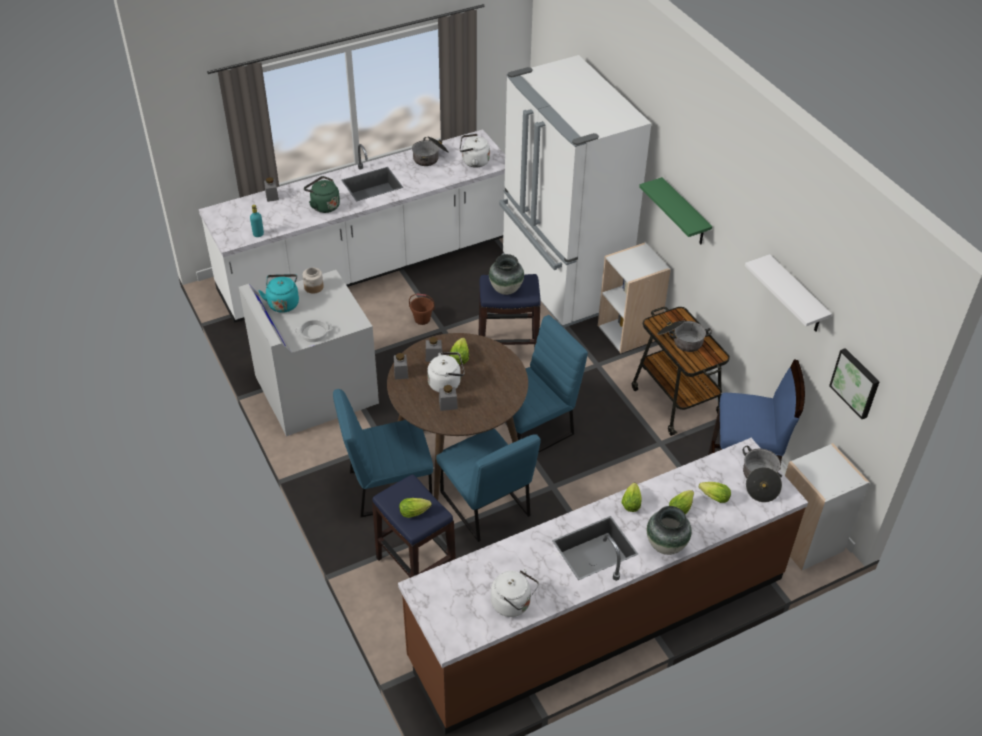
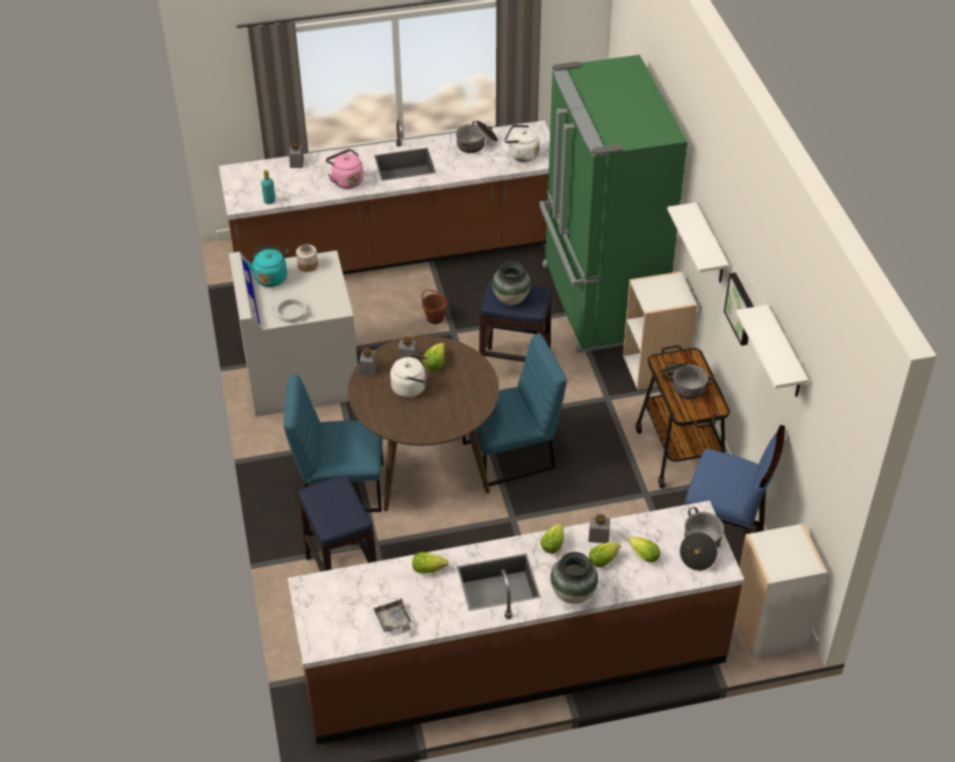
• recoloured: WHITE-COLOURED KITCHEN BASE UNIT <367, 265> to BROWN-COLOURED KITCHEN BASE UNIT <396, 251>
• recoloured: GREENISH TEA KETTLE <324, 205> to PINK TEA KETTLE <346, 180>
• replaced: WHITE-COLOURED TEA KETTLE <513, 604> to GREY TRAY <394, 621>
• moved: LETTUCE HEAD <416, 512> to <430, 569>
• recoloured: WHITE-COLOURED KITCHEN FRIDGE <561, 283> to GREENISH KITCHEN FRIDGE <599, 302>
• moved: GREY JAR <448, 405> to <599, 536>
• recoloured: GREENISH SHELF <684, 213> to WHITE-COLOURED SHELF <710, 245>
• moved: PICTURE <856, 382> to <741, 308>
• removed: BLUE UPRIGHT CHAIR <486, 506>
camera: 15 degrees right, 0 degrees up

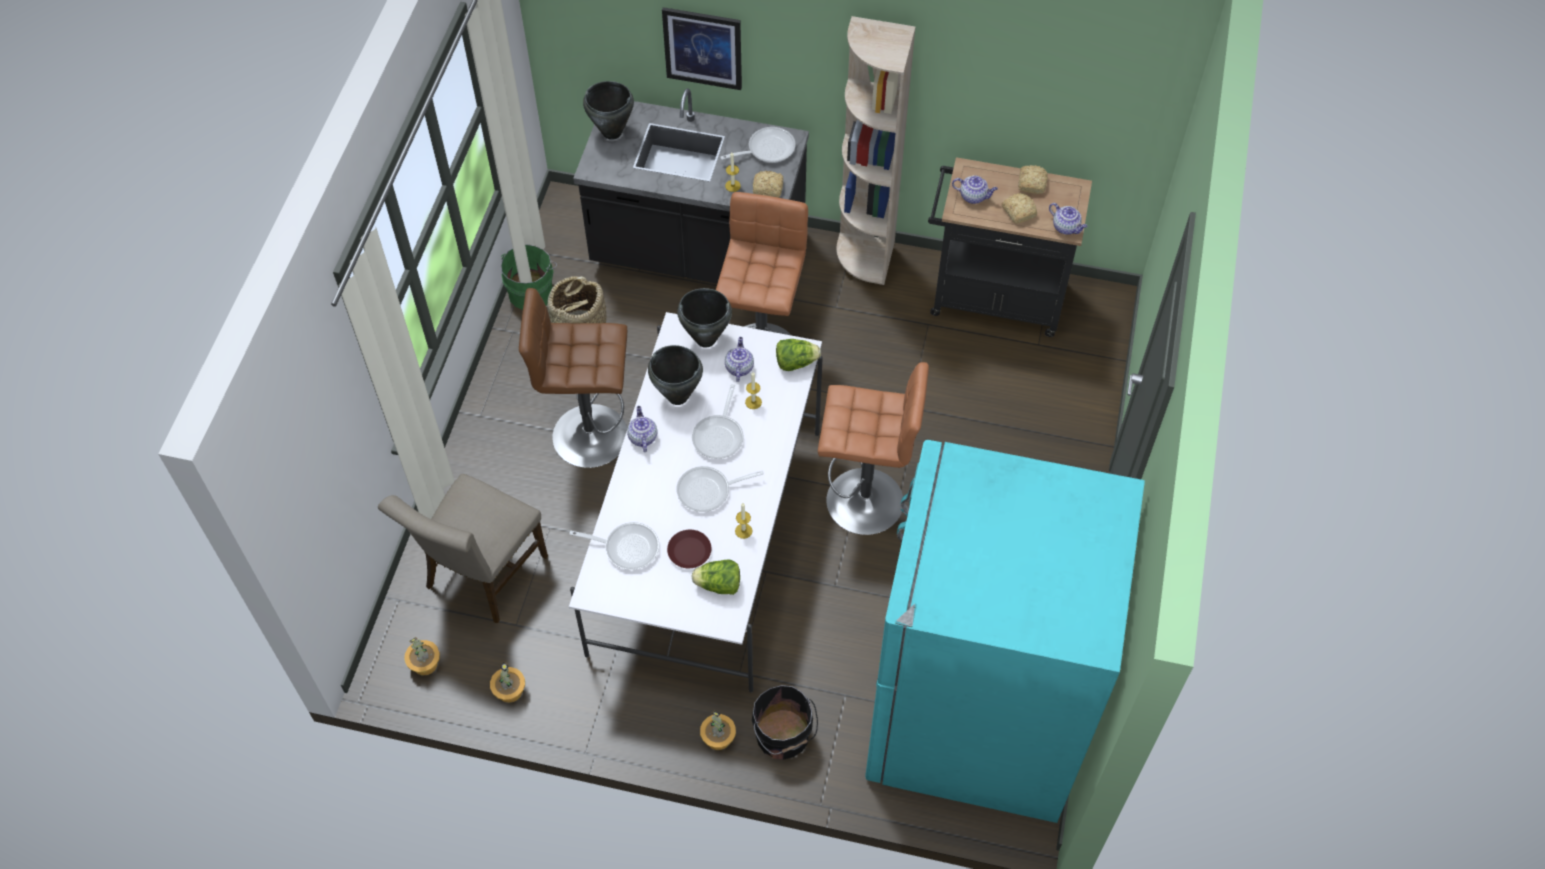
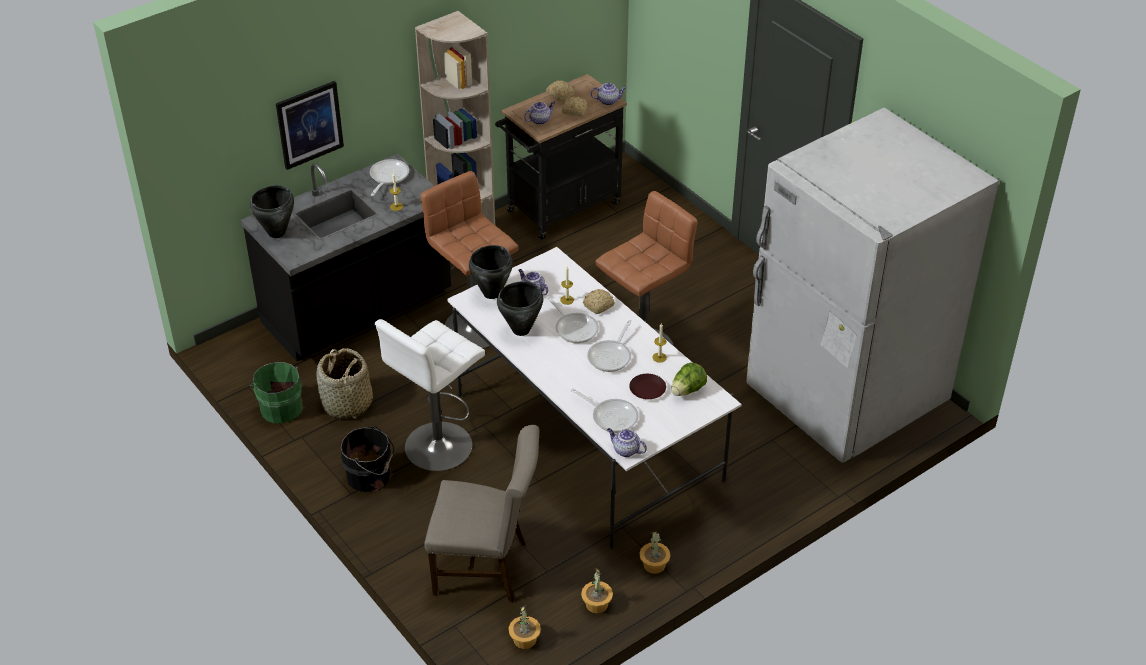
• moved: BLACK BUCKET <783, 737> to <370, 476>
• recoloured: BROWN-COLOURED STOOL <589, 435> to WHITE-COLOURED STOOL <437, 446>
• turned: SAND-COLOURED UPRIGHT CHAIR <482, 577> = <487, 568> 60 degrees counterclockwise
• turned: PAN <627, 547> = <611, 416> 75 degrees clockwise
• moved: BAKERY BREAD <769, 189> to <599, 305>
• moved: TEAPOT <642, 437> to <625, 450>
• moved: HOUSEPLANT <718, 738> to <654, 565>
• recoloured: TURQUOISE KITCHEN FRIDGE <974, 720> to WHITE-COLOURED KITCHEN FRIDGE <847, 394>
• removed: LETTUCE HEAD <796, 362>
camera: 50 degrees left, 15 degrees down

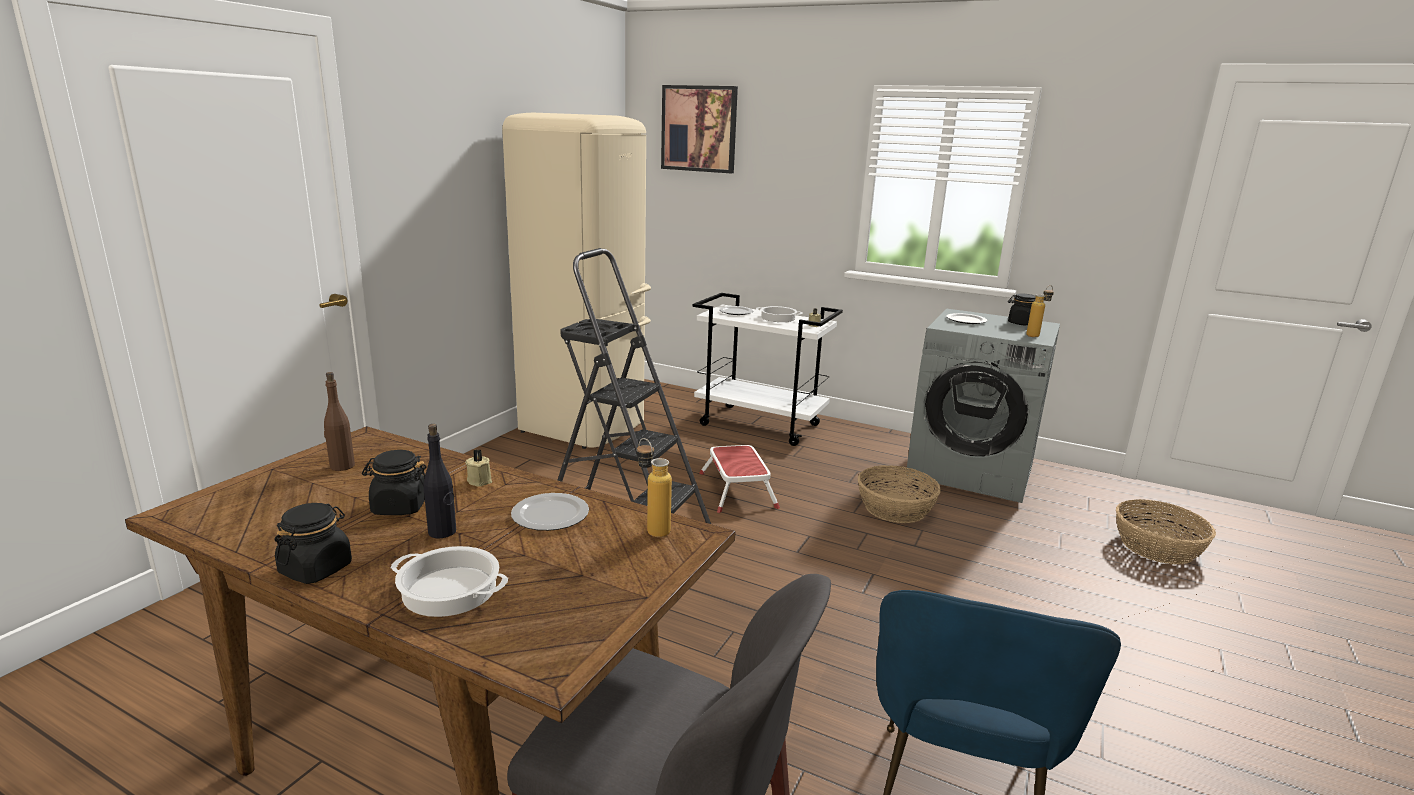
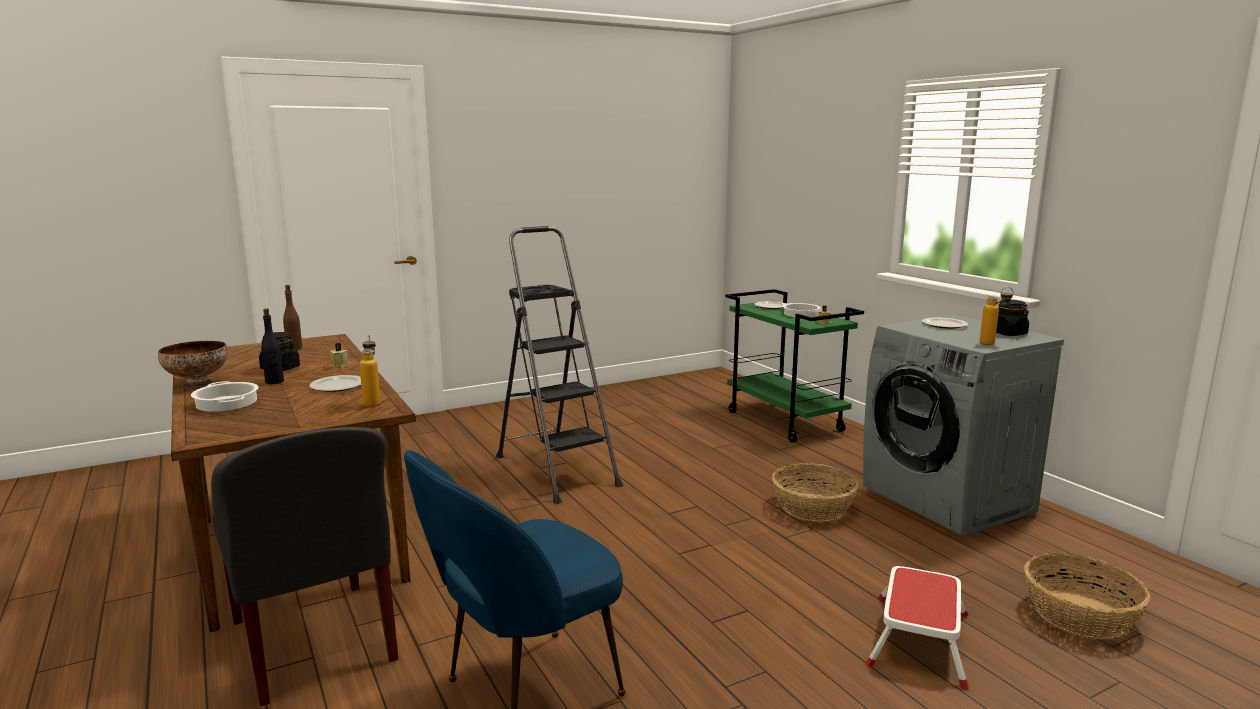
• replaced: BLACK JAR <316, 569> to BOWL <197, 383>
• recoloured: WHITE-COLOURED WHEELED CART <761, 425> to GREENISH WHEELED CART <786, 421>
• moved: REDDISH STEP STOOL <737, 490> to <918, 639>
• removed: SAND-COLOURED KITCHEN FRIDGE <587, 426>
• removed: PICTURE <699, 129>
camera: 35 degrees right, 5 degrees down

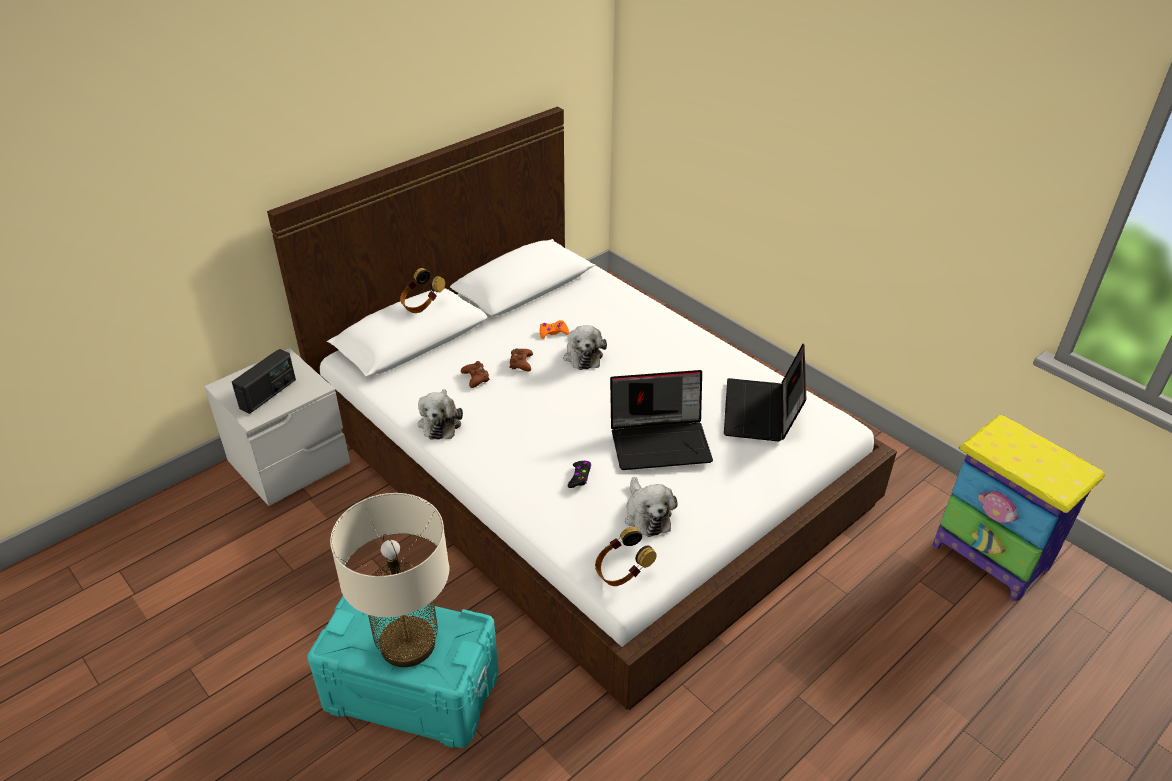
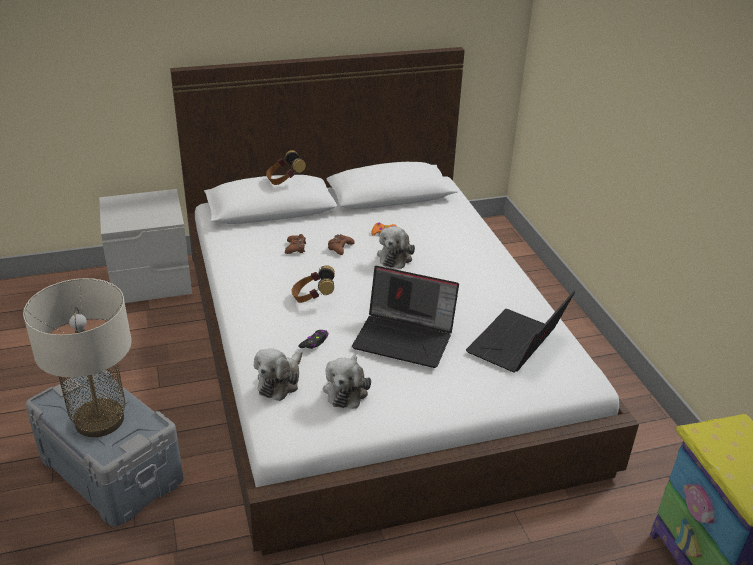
• recoloured: TURQUOISE STORAGE CONTAINER <411, 692> to GREY STORAGE CONTAINER <110, 470>
• moved: CUDDLY TOY <440, 422> to <280, 381>
• moved: HEADSET <622, 572> to <313, 298>
• removed: RADIO <268, 394>
camera: 25 degrees right, 5 degrees down

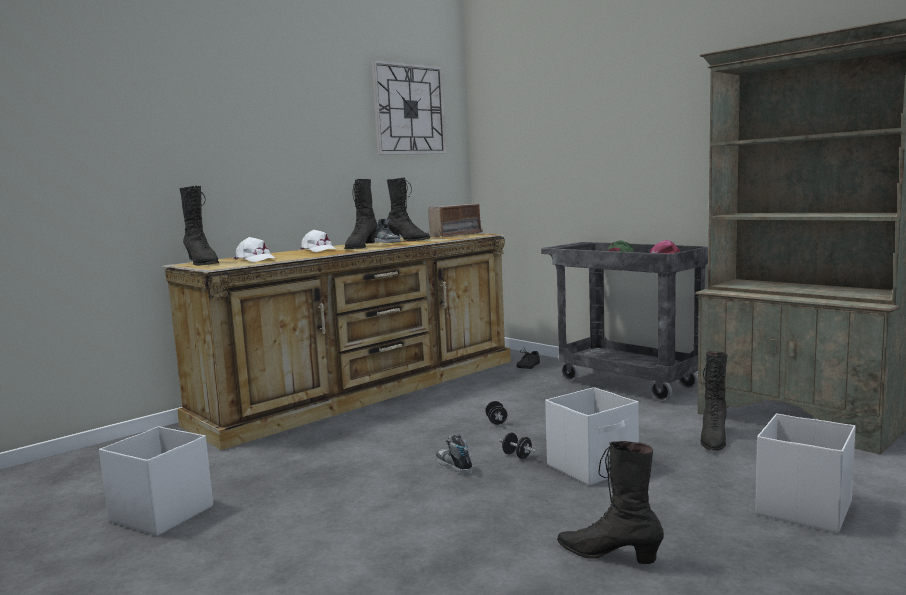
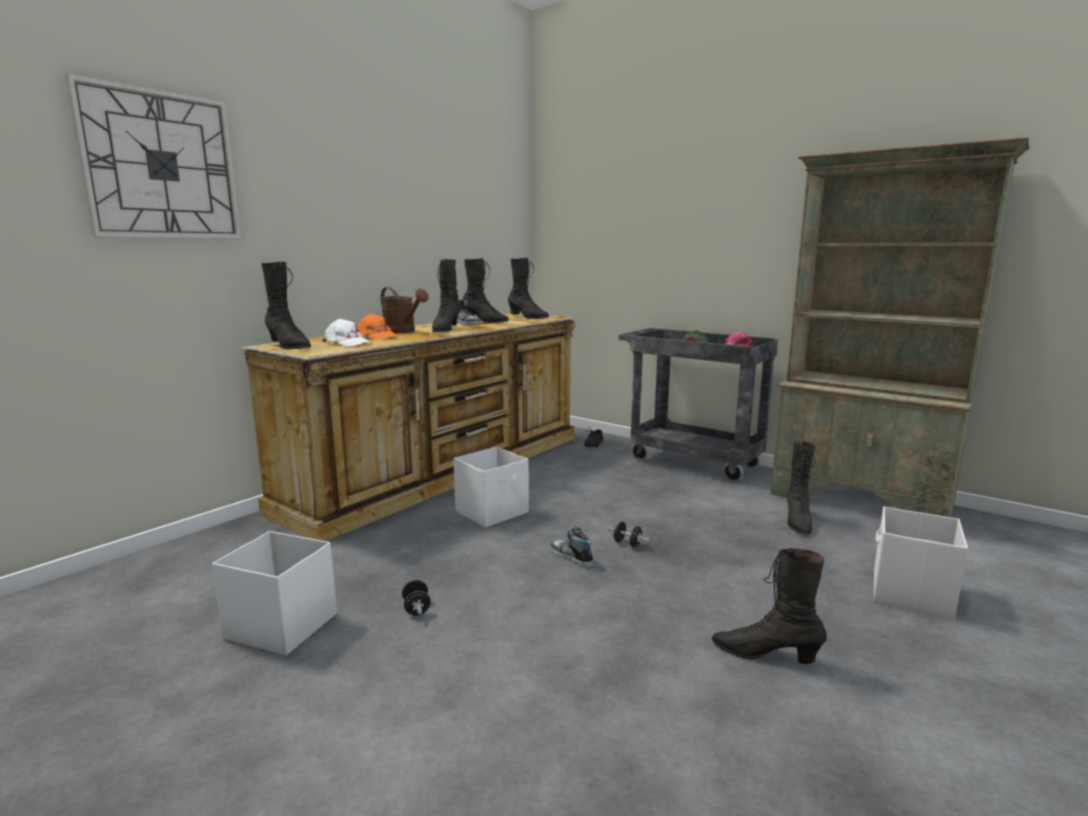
• moved: HANGING CLOCK <409, 109> to <161, 165>
• added: ORANGE-COLOURED BASEBALL CAP <377, 336>
• replaced: WHITE-COLOURED BASEBALL CAP <318, 250> to BROWN-COLOURED WATERING CAN <403, 332>
• moved: BLACK FREE WEIGHT <496, 421> to <416, 609>
• moved: WHITE-COLOURED STORAGE CONTAINER <593, 467> to <493, 512>
• replaced: RADIO <456, 235> to BLACK HIGH-TOP BOOT <528, 317>
camera: 10 degrees left, 5 degrees up

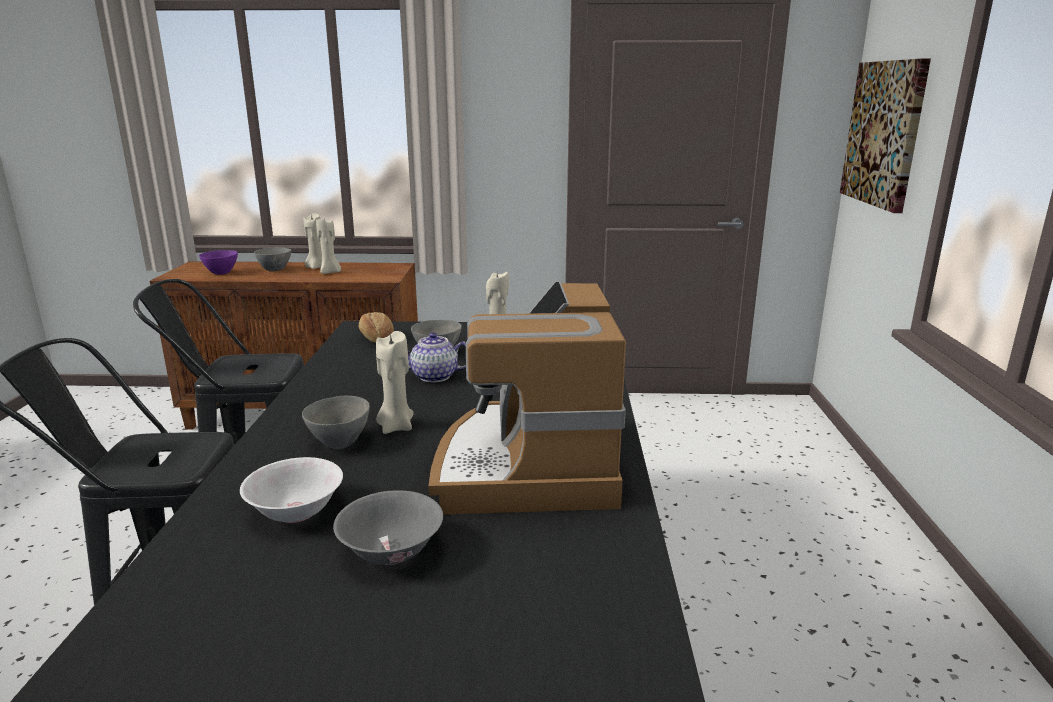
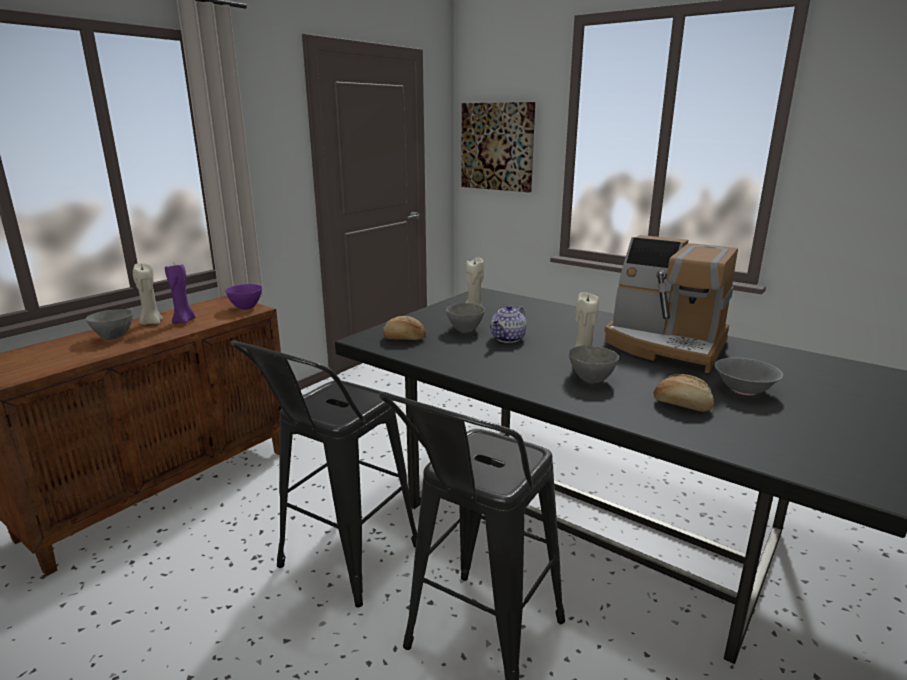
• recoloured: SAND-COLOURED WAX LIGHT <330, 272> to PURPLE-COLOURED WAX LIGHT <184, 321>
• moved: PURPLE-COLOURED BOWL <221, 273> to <246, 308>
• replaced: WHITE-COLOURED BOWL <296, 512> to BAKERY BREAD <682, 405>
camera: 55 degrees left, 0 degrees up

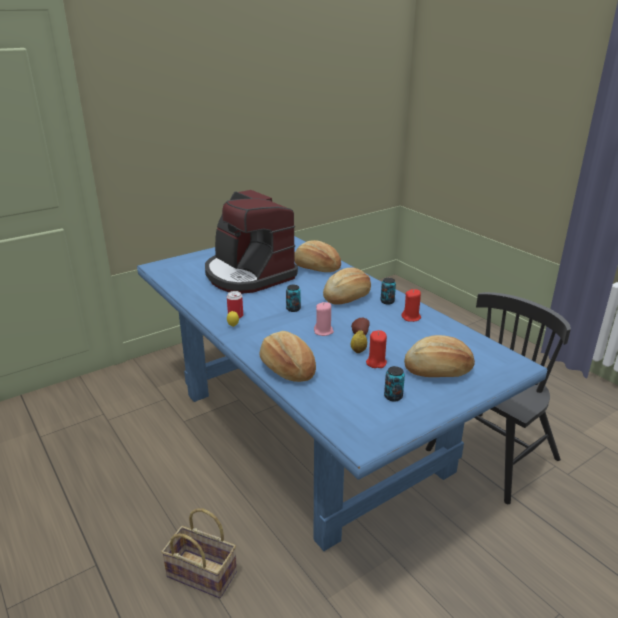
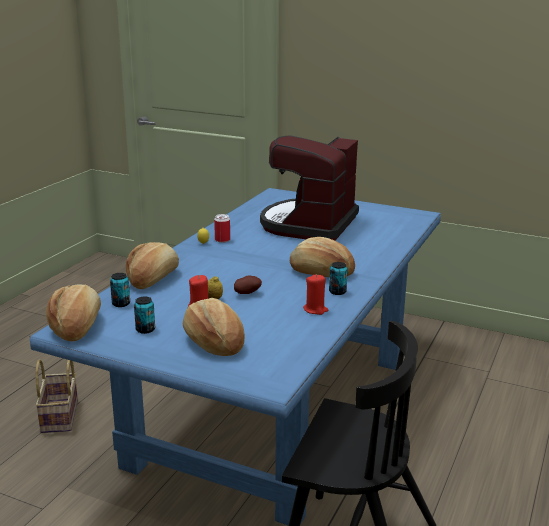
• moved: BAKERY BREAD <316, 267> to <77, 326>
• moved: METAL CAN <293, 309> to <121, 303>
• removed: PINK WAX LIGHT <323, 331>
camera: 60 degrees right, 5 degrees down

